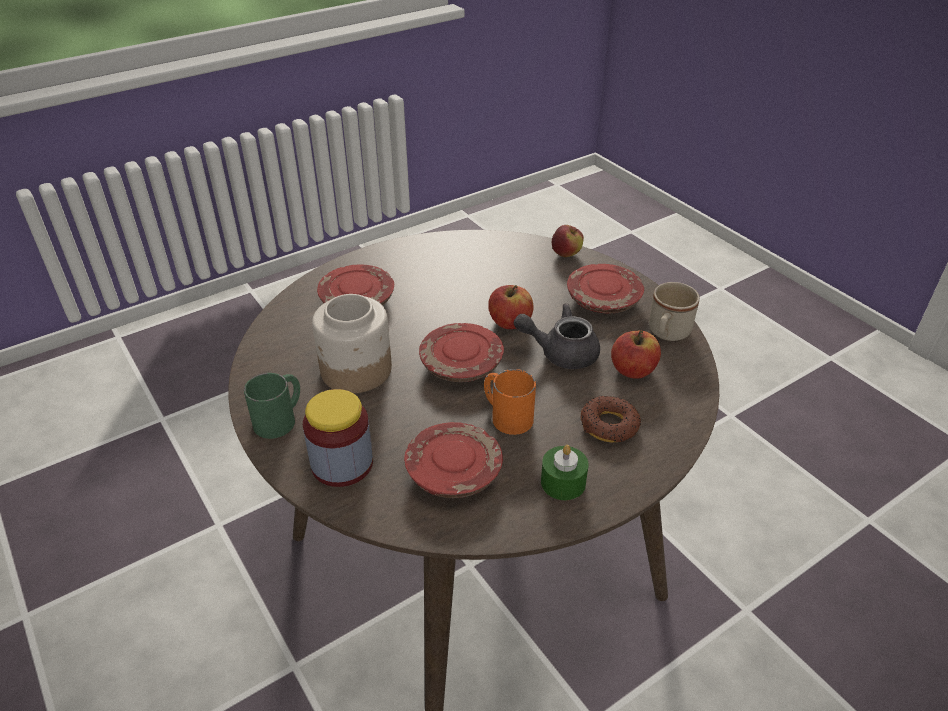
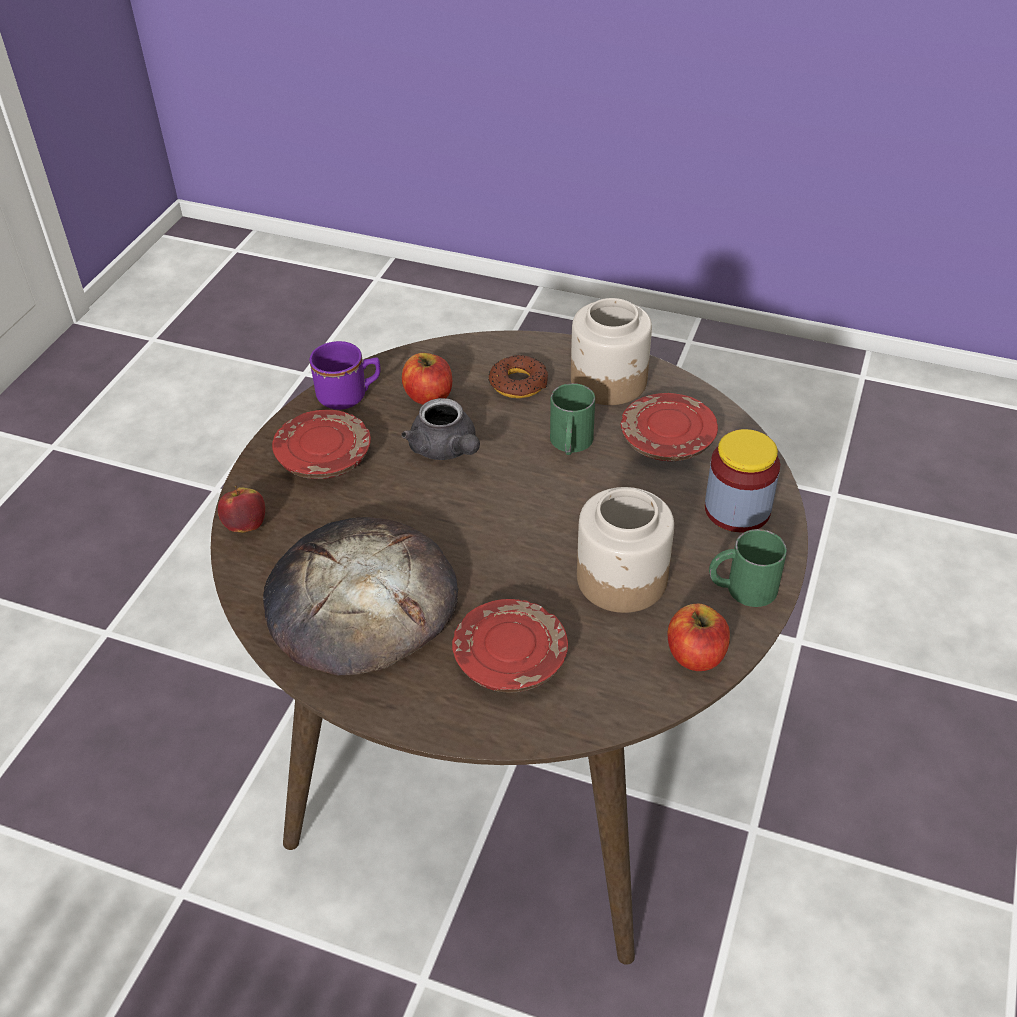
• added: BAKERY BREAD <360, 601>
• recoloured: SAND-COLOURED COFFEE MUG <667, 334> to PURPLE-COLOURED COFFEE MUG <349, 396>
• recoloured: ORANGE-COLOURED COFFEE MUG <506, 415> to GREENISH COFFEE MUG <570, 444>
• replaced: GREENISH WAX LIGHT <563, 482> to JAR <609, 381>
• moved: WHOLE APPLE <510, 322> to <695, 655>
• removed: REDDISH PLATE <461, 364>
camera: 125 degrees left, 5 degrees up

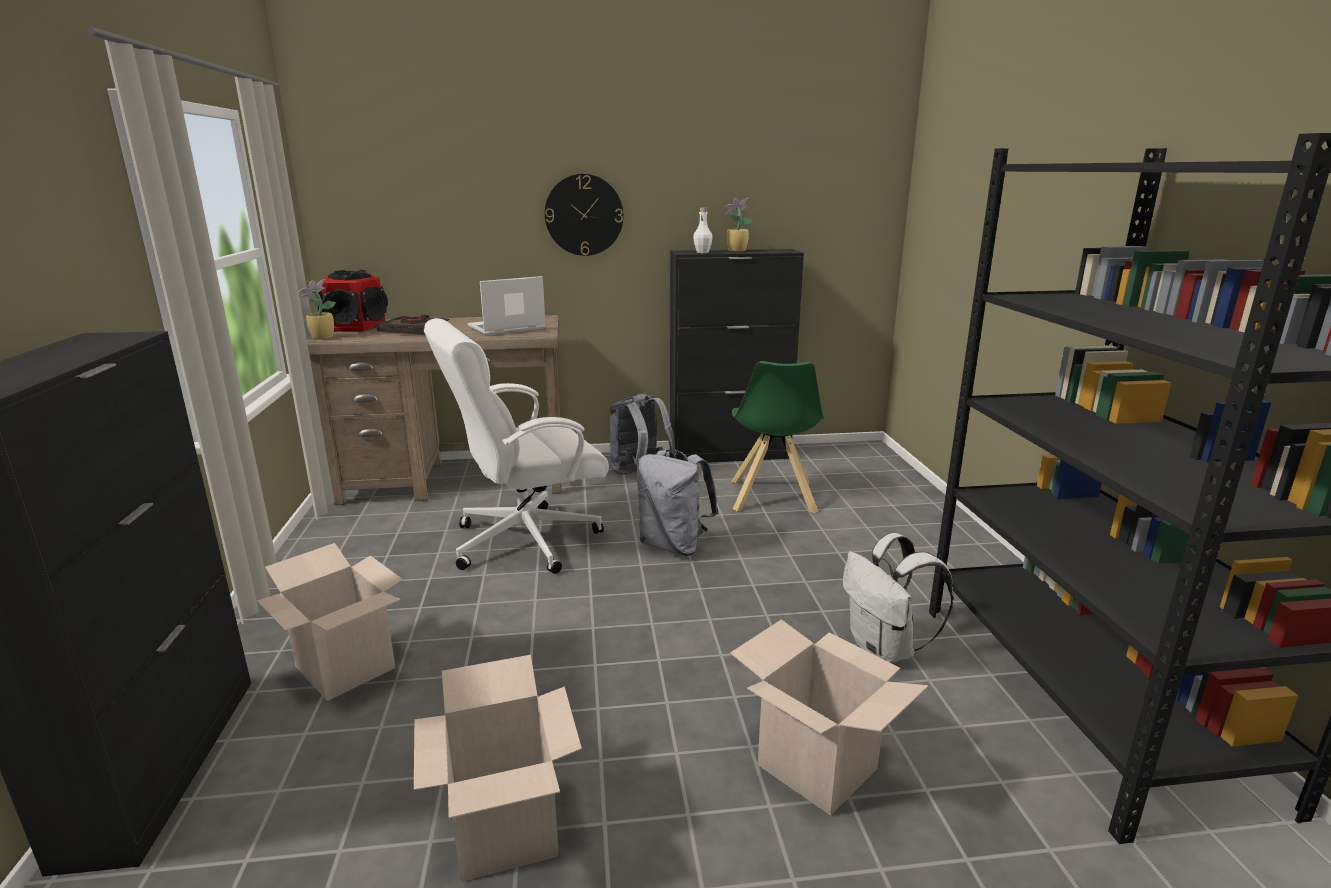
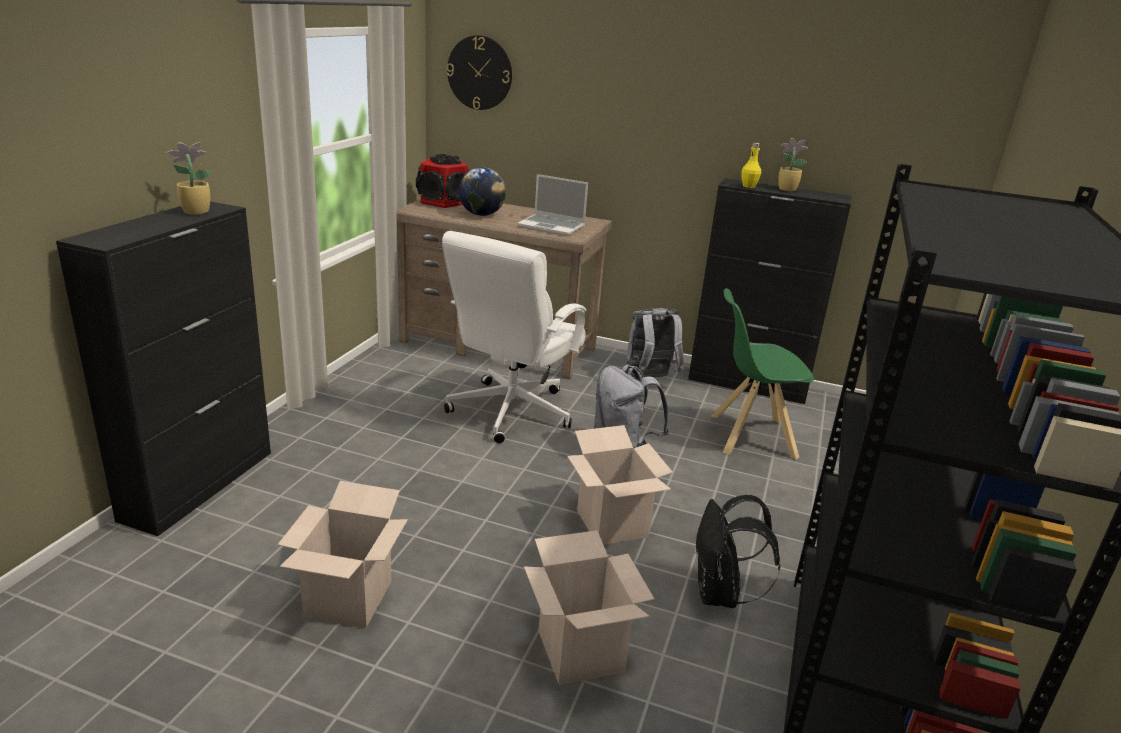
• moved: HOUSEPLANT <321, 337> to <194, 212>
• turned: WHITE-COLOURED OFFICE CHAIR <526, 540> = <512, 410> 60 degrees counterclockwise
• moved: HANGING CLOCK <584, 215> to <479, 73>
• replaced: BLACK BOUND BOOK <414, 330> to GLOBE <481, 214>
• turned: LAPTOP <506, 328> = <552, 227> 150 degrees counterclockwise
• moved: CARDBOARD BOX <345, 668> to <612, 524>
• recoloured: WHITE-COLOURED RUCKSACK <885, 650> to BLACK RUCKSACK <720, 595>
• turned: GREENISH UPRIGHT CHAIR <772, 498> = <749, 436> 60 degrees clockwise
• recoloured: WHITE-COLOURED BEVERAGE BOTTLE <702, 252> to YELLOWISH BEVERAGE BOTTLE <748, 186>
camera: 25 degrees right, 5 degrees up

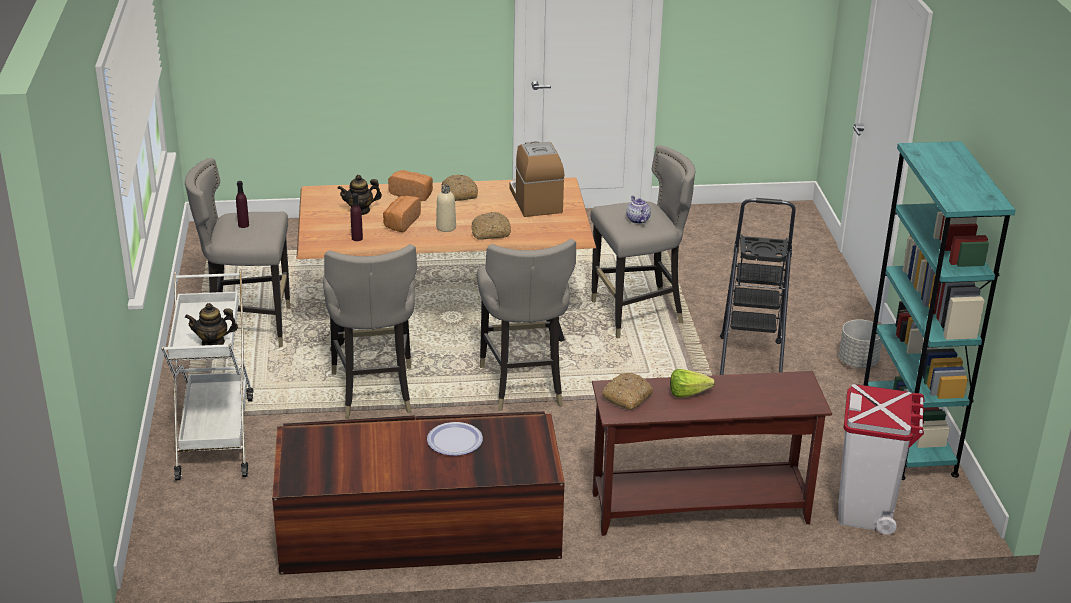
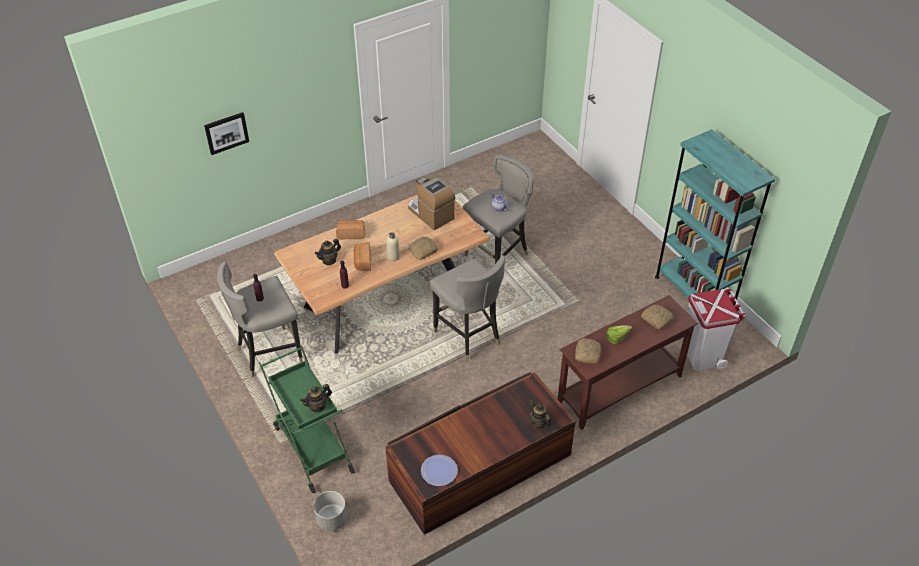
• added: PICTURE <226, 132>
• recoloured: WHITE-COLOURED WHEELED CART <217, 437> to GREENISH WHEELED CART <313, 449>
• moved: GREY PLANT POT <857, 362> to <331, 520>
• moved: PLATE <454, 440> to <439, 471>
• added: TEAPOT <538, 423>
• moved: BAKERY BREAD <458, 194> to <656, 319>
• removed: GREY STOOL <374, 392>
• removed: STEP STOOL <749, 370>
camera: 25 degrees left, 15 degrees up

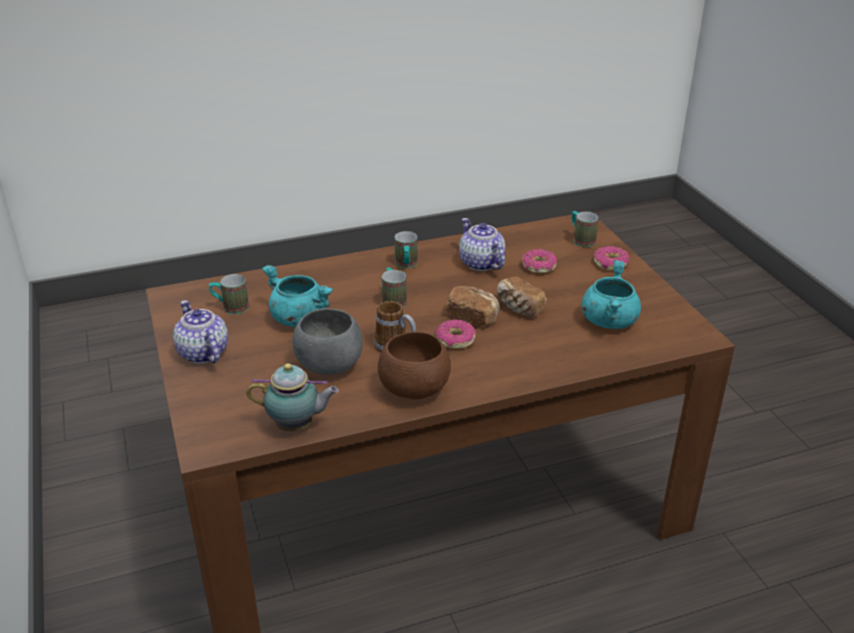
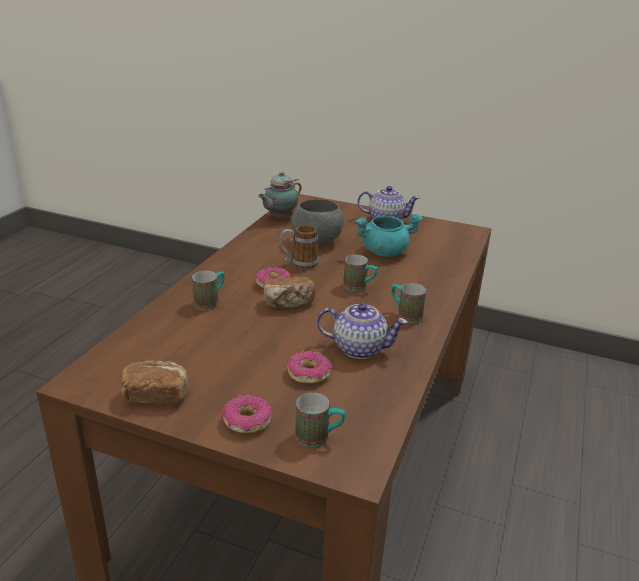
• moved: BAKERY BREAD <519, 308> to <156, 395>
• moved: COFFEE MUG <230, 307> to <210, 302>
• removed: BROWN-COLOURED BOWL <414, 391>
• removed: TURQUOISE SAUCEPOT <608, 320>
camera: 130 degrees right, 5 degrees down

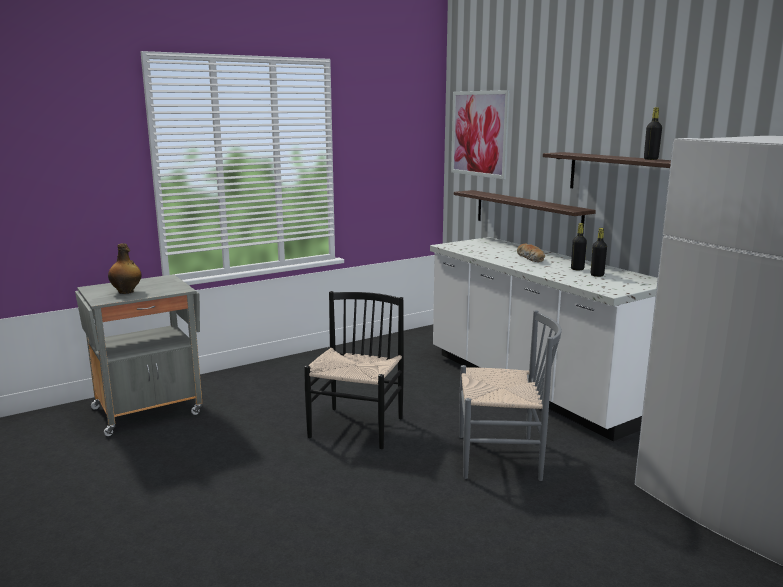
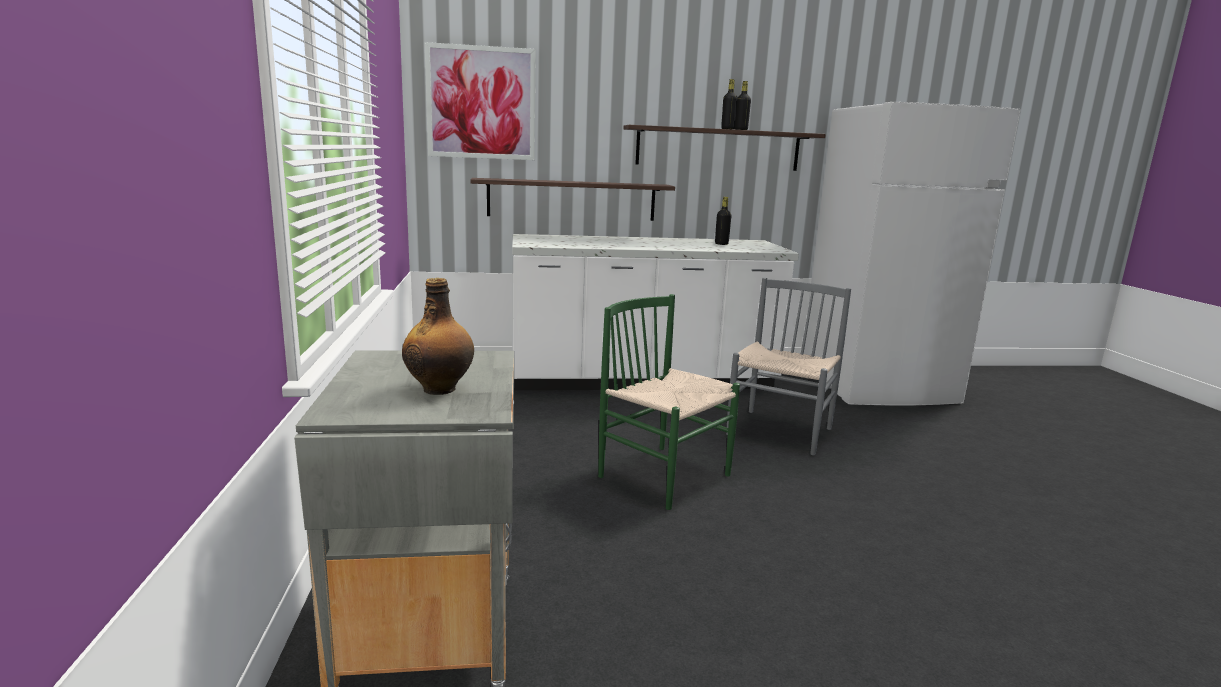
• recoloured: BLACK UPRIGHT CHAIR <358, 426> to GREENISH UPRIGHT CHAIR <660, 474>
• moved: BLACK BEVERAGE BOTTLE <577, 269> to <727, 129>
• removed: BAKERY BREAD <531, 258>
camera: 65 degrees left, 0 degrees up

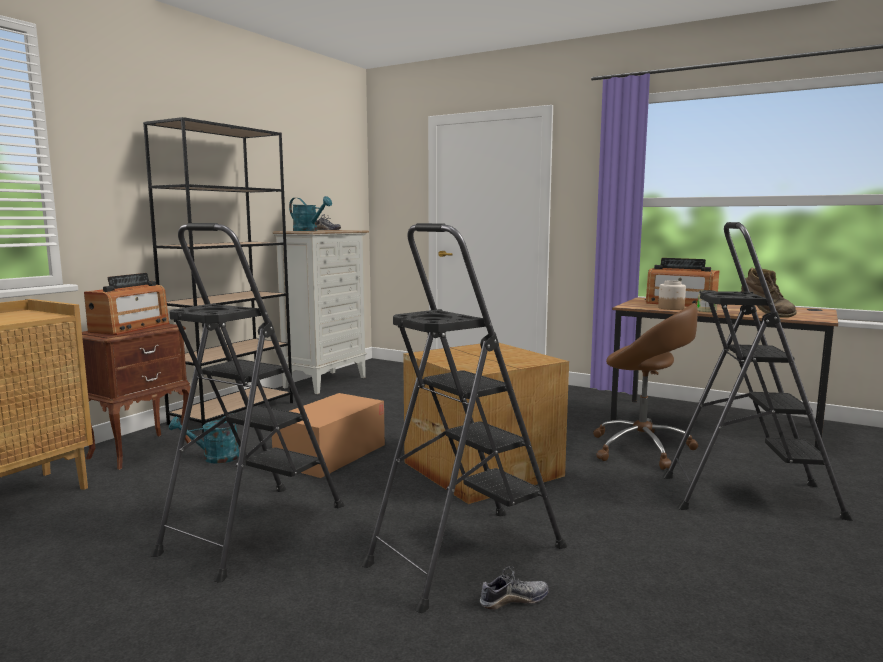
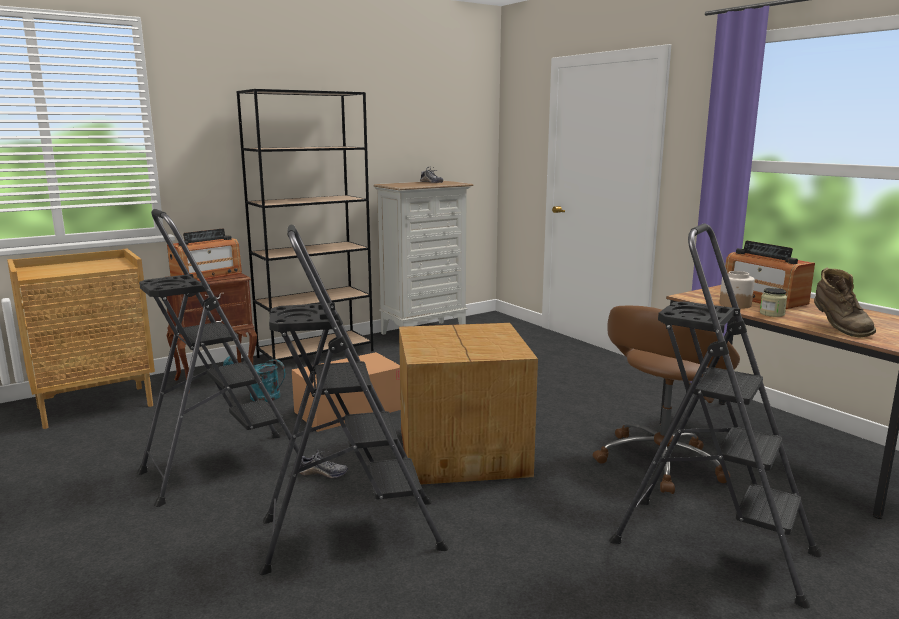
• moved: ITEM OF FOOTWEAR <513, 600> to <323, 473>
• turned: BROWN-COLOURED OFFICE CHAIR <643, 449> = <658, 464> 75 degrees clockwise
• removed: TURQUOISE WATERING CAN <309, 230>
camera: 25 degrees right, 5 degrees up

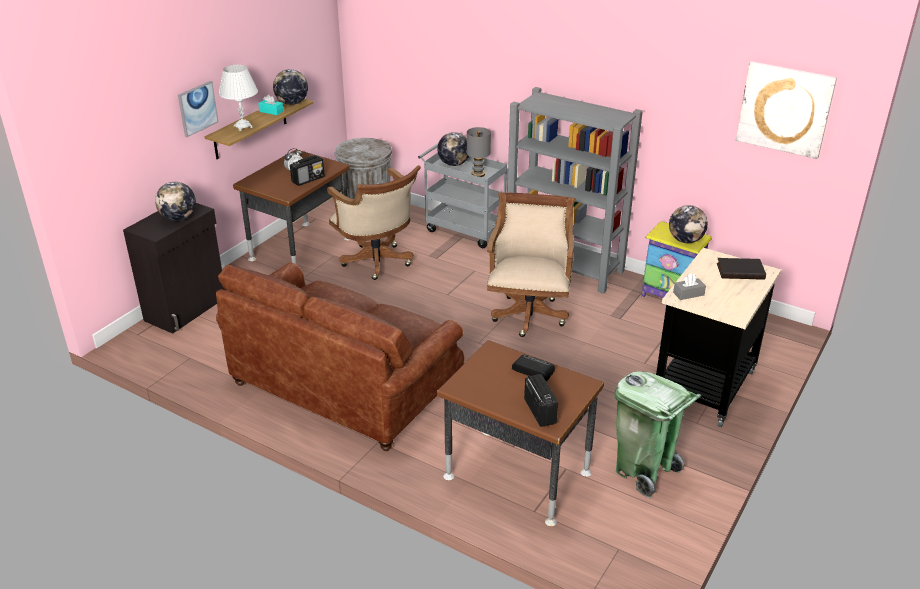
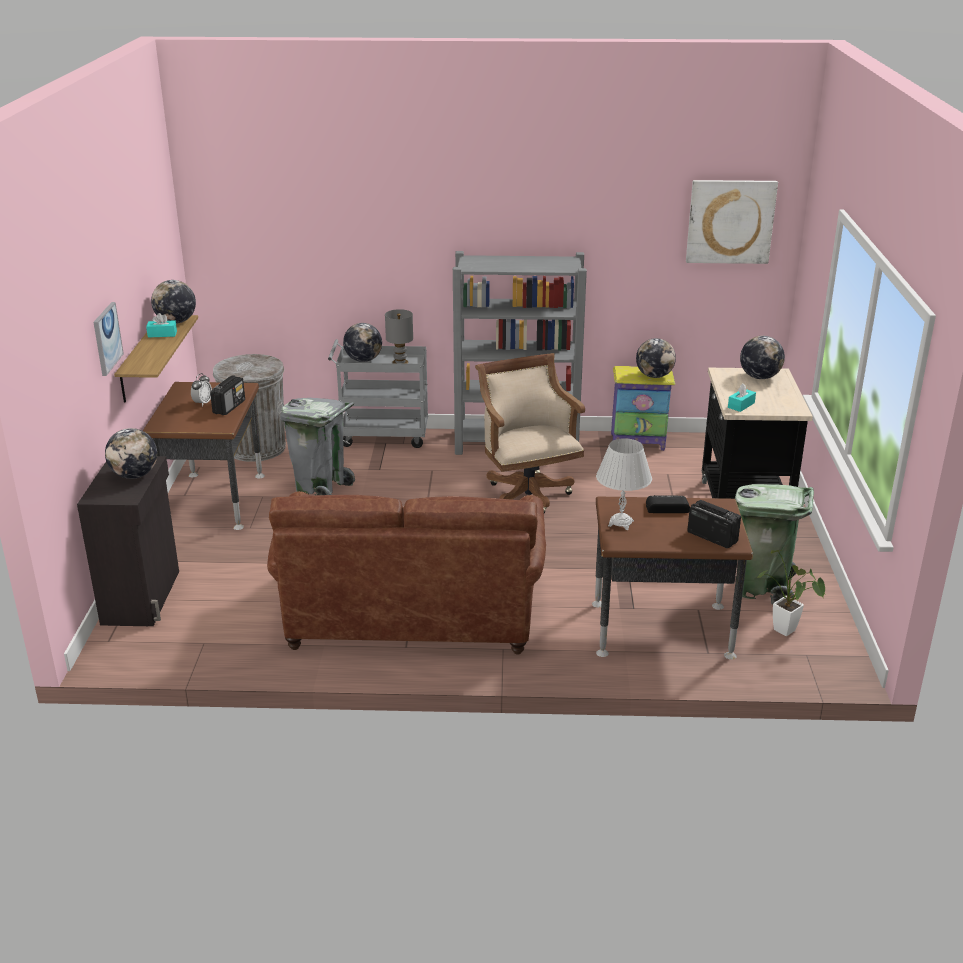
• replaced: OFFICE CHAIR <378, 263> to GREY RUBBISH BIN <321, 490>
• moved: WHITE-COLOURED TABLETOP LAMP <243, 127> to <620, 523>
• recoloured: GREY BOX OF TISSUES <688, 294> to TURQUOISE BOX OF TISSUES <741, 405>
• replaced: BLACK BOUND BOOK <740, 270> to GLOBE <759, 377>
• added: HOUSEPLANT <788, 632>
camera: 30 degrees left, 5 degrees down

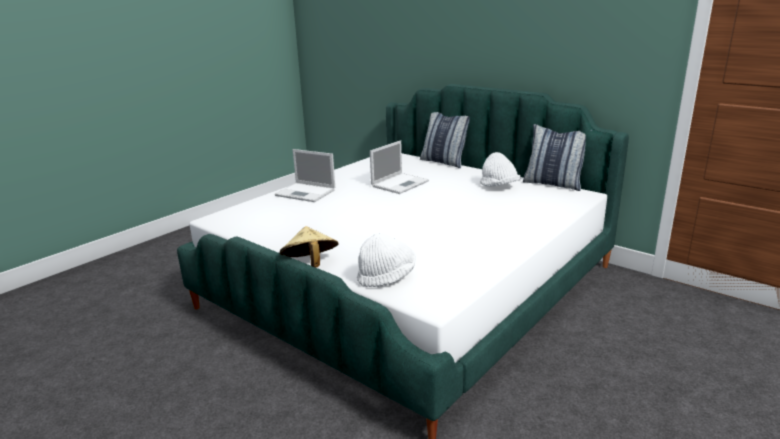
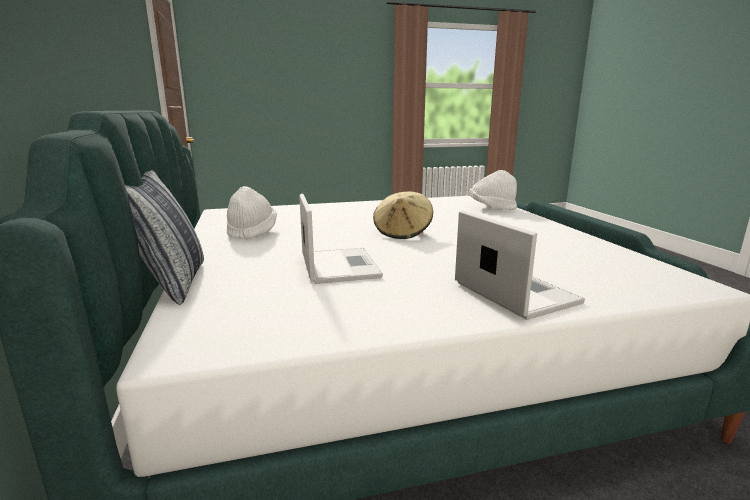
• turned: LAPTOP <400, 183> = <338, 265> 90 degrees clockwise
• moved: SAND-COLOURED CLOTHING HAT <310, 264> to <403, 232>
• removed: PILLOW <553, 184>
camera: 145 degrees left, 5 degrees down

